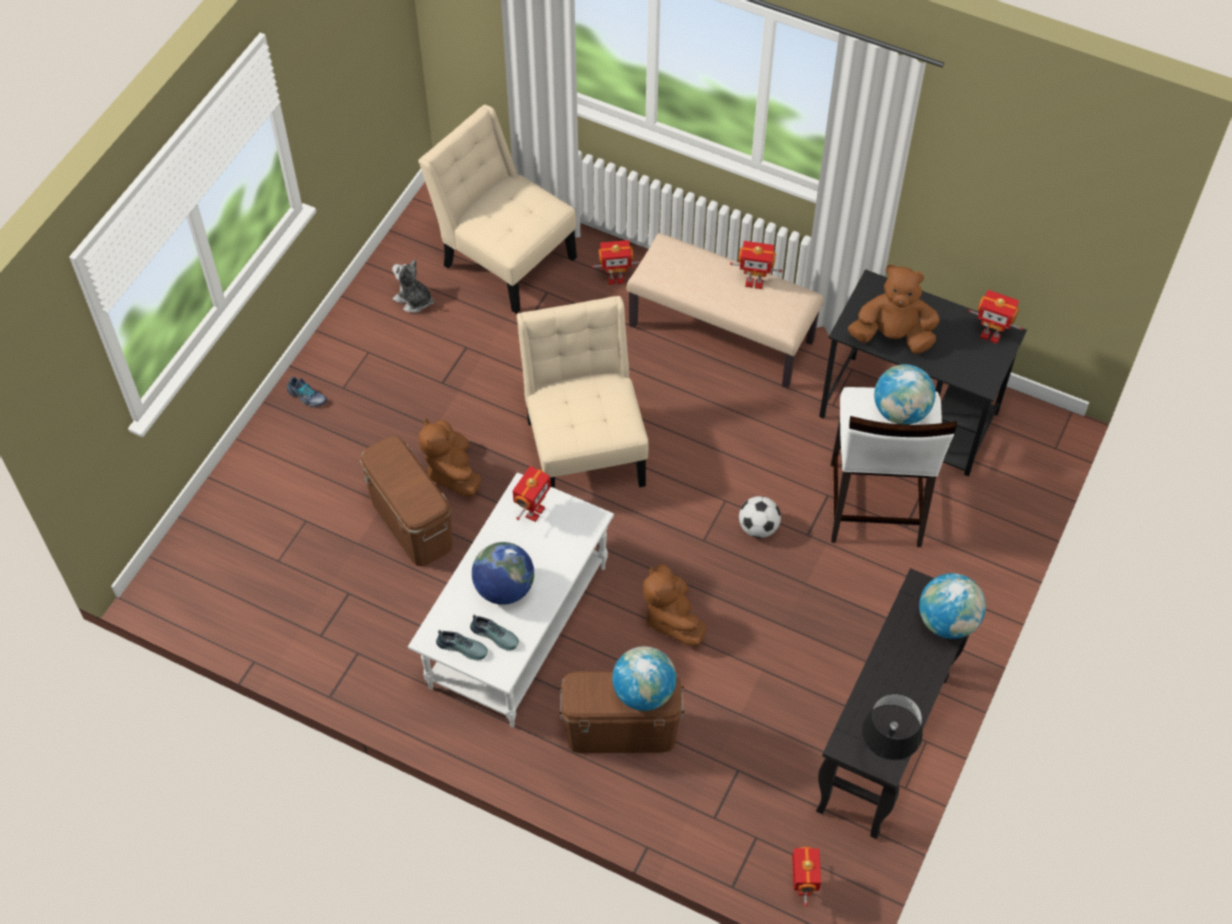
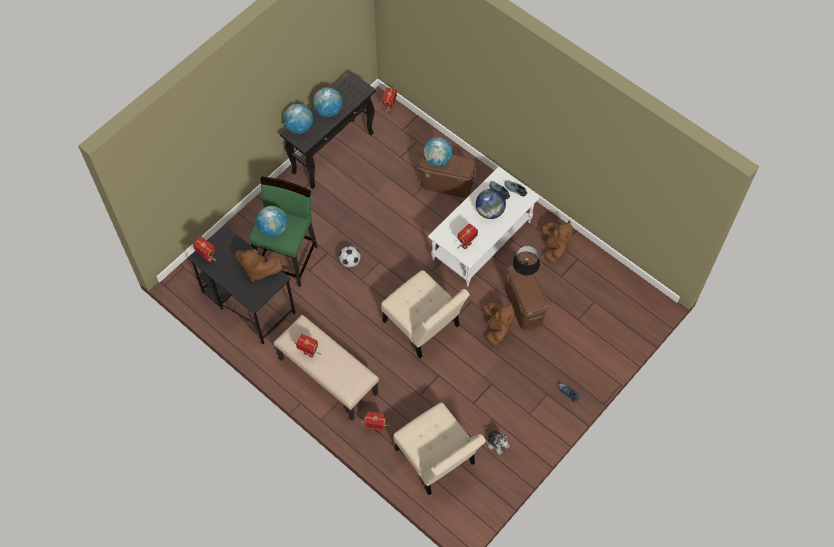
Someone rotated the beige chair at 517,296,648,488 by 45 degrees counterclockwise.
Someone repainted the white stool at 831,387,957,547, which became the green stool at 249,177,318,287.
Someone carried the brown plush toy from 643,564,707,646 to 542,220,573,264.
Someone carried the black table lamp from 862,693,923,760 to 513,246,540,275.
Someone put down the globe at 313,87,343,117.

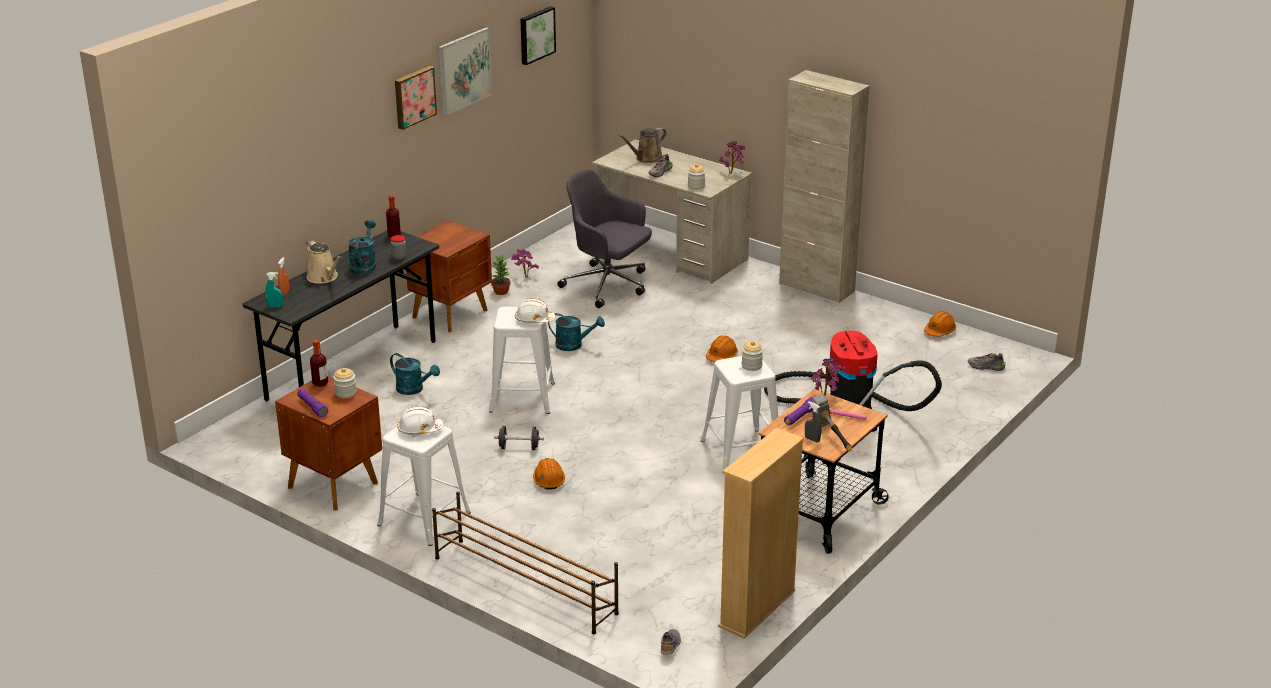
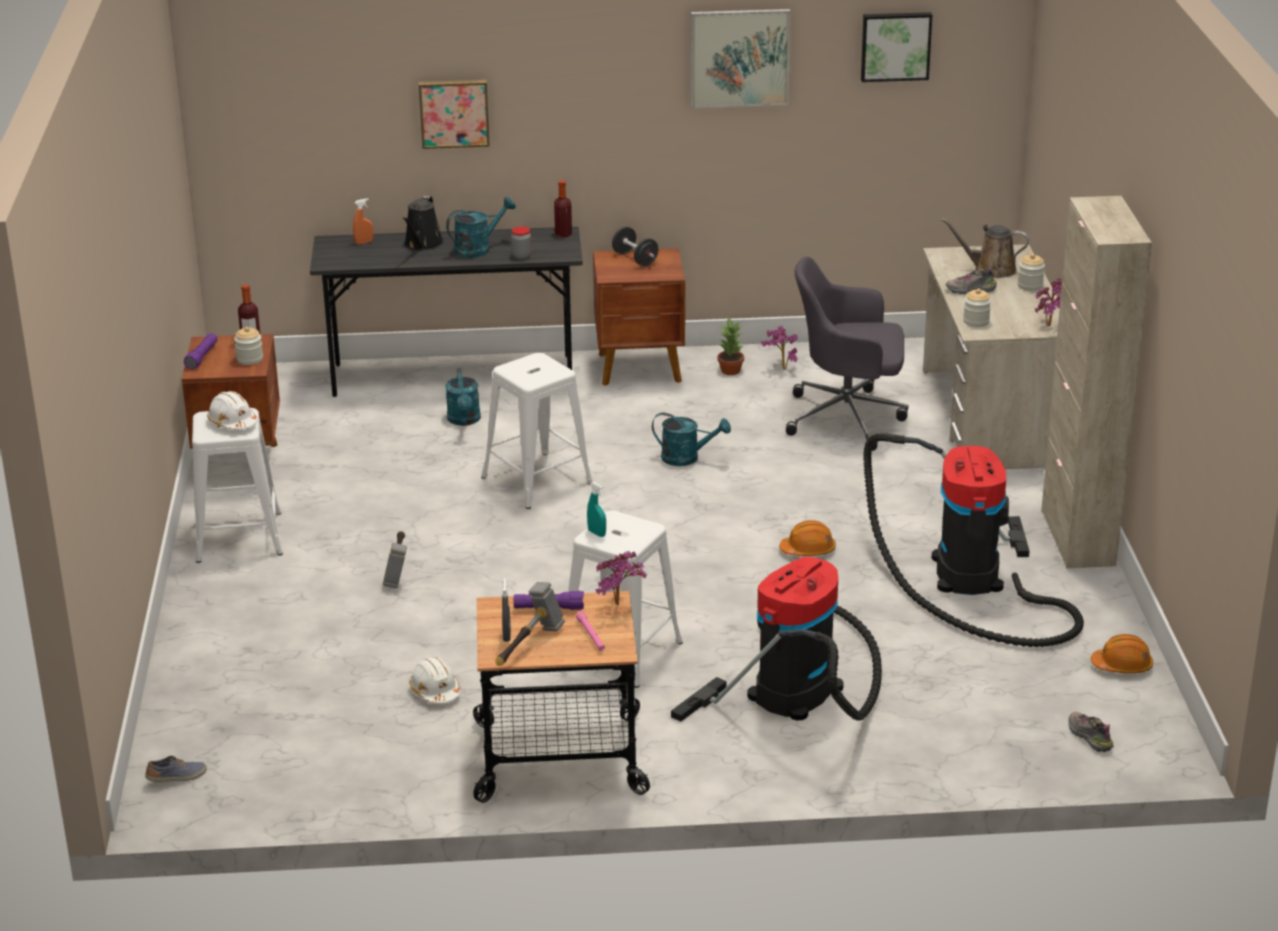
Someone carried the picture from 395,66,437,130 to 419,80,490,149.
Someone rotated the grey office chair at 557,169,652,308 by 75 degrees counterclockwise.
Someone repainted the beige watering can at 306,240,341,284, which became the black watering can at 403,196,444,250.
Someone carried the turquoise spray bottle from 265,272,283,307 to 587,482,606,537.
Someone carried the white hard hat from 515,298,555,323 to 409,657,461,704.
Someone rotated the turquoise watering can at 548,313,605,351 by 45 degrees counterclockwise.
Someone carried the jar from 742,341,763,371 to 1017,254,1045,291.
Someone carried the black dumbbell from 494,426,544,450 to 612,227,658,266.
Someone took away the beige bookcase at 718,428,804,639.
Someone swapped the orange hard hat at 533,458,565,490 for the hammer at 383,531,407,588.
Someone took away the brown shoe rack at 432,492,619,634.
Someone put down the vacuum cleaner at 863,433,1084,647.

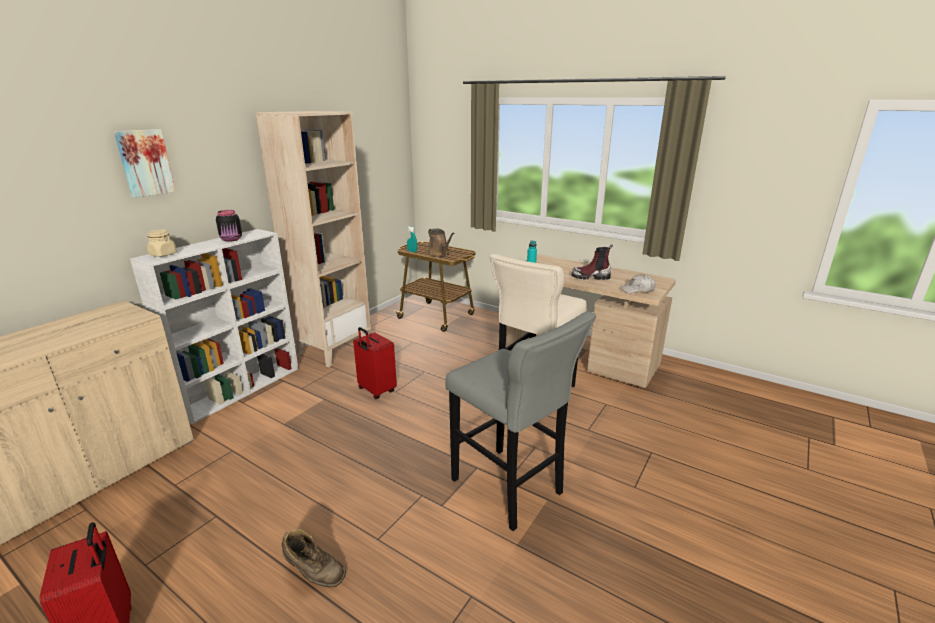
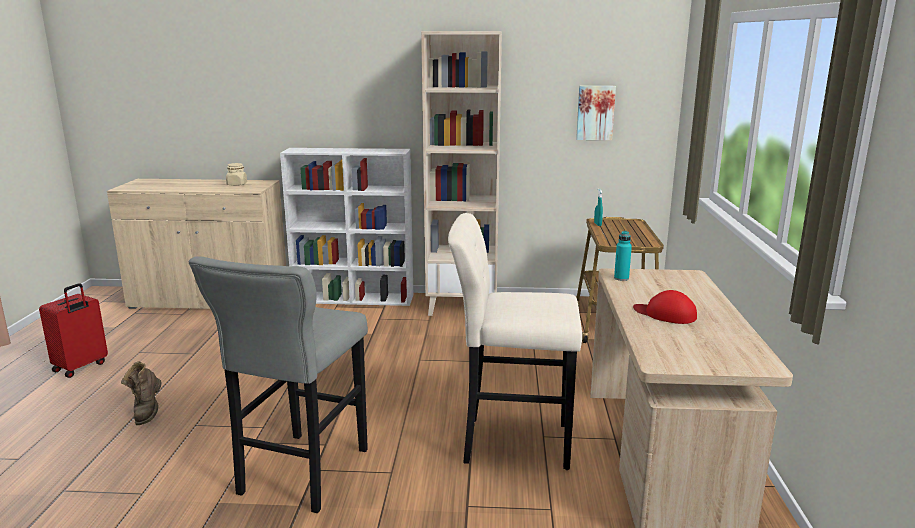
Someone carried the picture from 114,129,176,198 to 576,85,616,140.
Someone took away the black jar at 216,210,242,242.
Someone took away the brown watering can at 428,228,454,257.
Someone carried the beige jar from 147,230,177,257 to 226,163,247,186.
Someone swapped the boot at 571,244,613,280 for the red cap at 633,290,697,324.
Someone took away the white cap at 621,274,656,293.
Someone took away the red suitcase at 353,327,397,399.

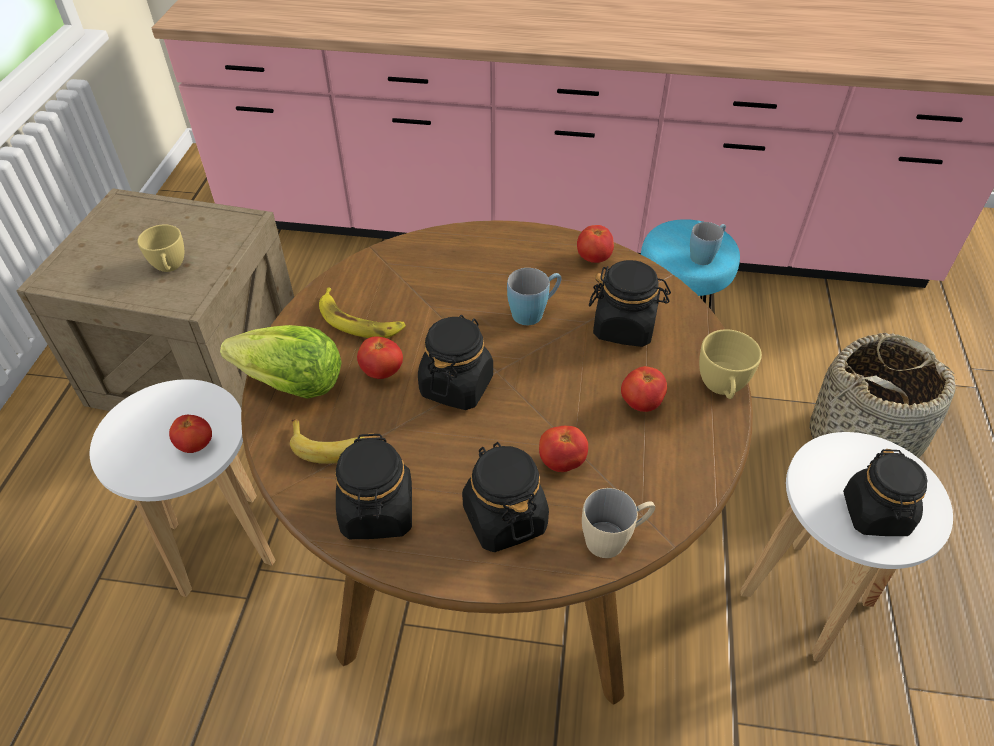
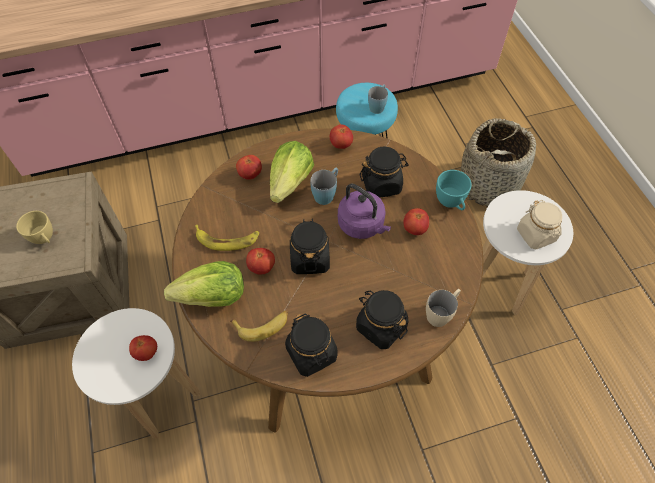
Someone repainted the yellow cup at 699,329,762,399, which became the turquoise cup at 436,170,472,210.
Someone carried the tomato from 539,426,588,472 to 236,155,262,180.
Someone repainted the black jar at 843,449,928,536, which became the beige jar at 517,200,562,249.
Someone put down the lettuce at 270,141,314,203.
Someone put down the purple kettle at 338,184,391,239.

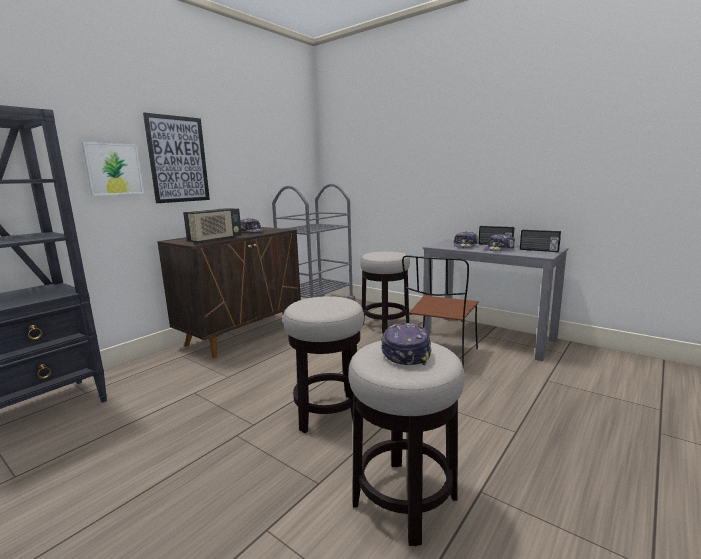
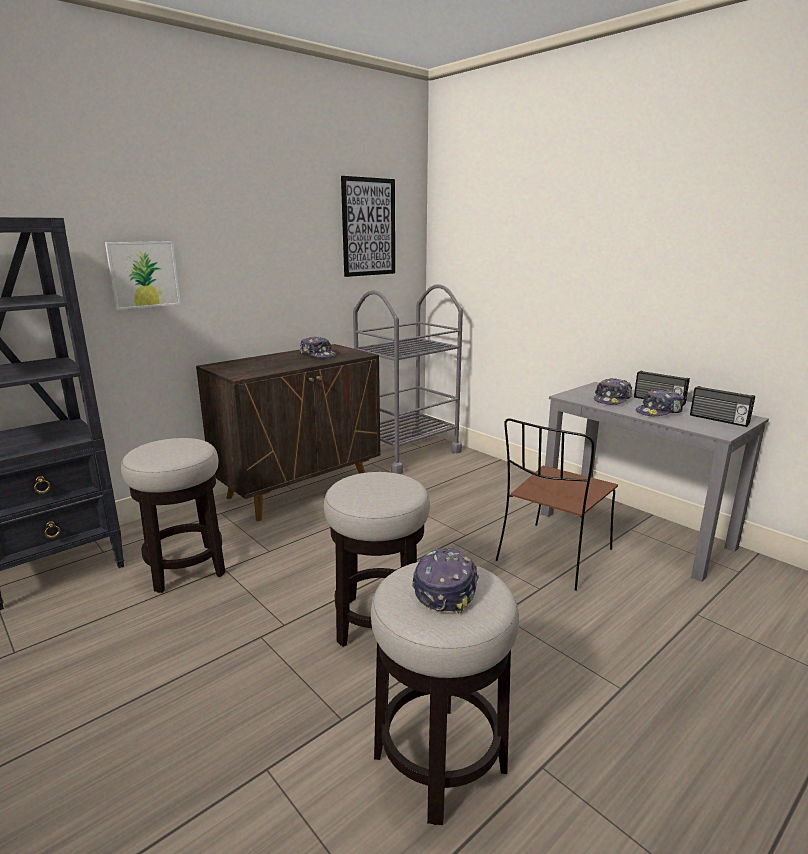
Someone carried the picture from 143,113,210,203 to 341,176,395,277.
Someone took away the radio at 183,208,242,243.
Someone carried the stool from 360,251,410,334 to 121,438,225,593.

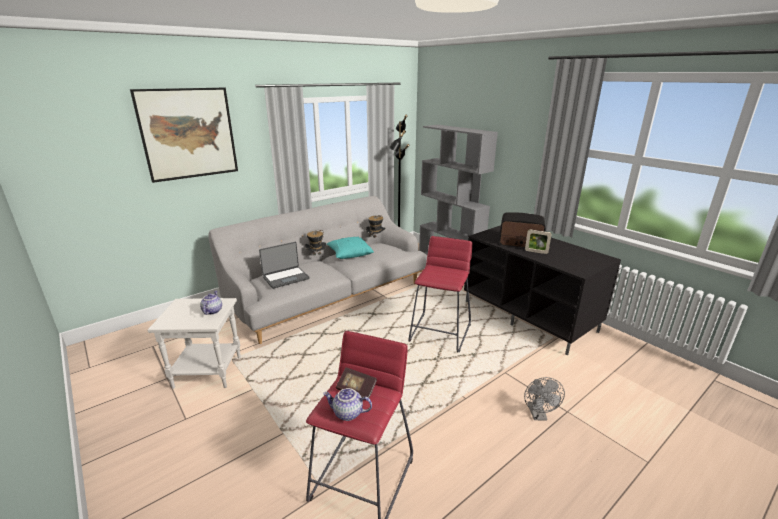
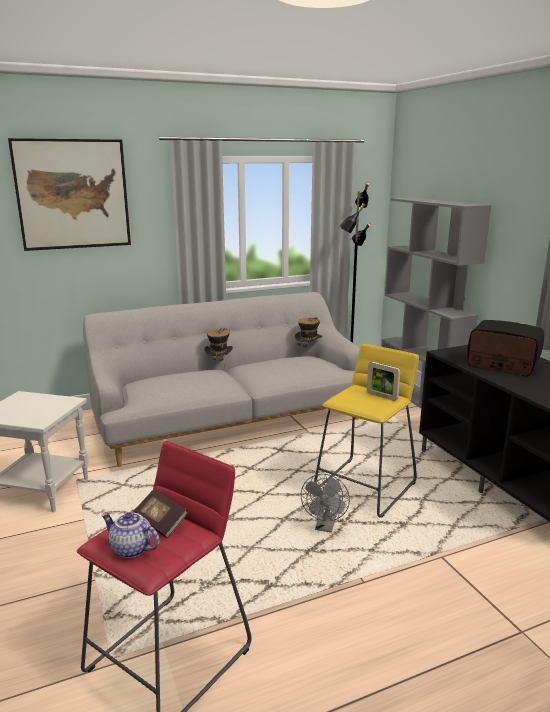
Someone carried the picture frame from 525,229,552,254 to 367,362,400,401.
Someone repainted the red stool at 408,236,473,352, which became the yellow stool at 314,344,419,518.
Someone took away the turquoise pillow at 327,237,374,259.
Someone took away the laptop at 259,242,309,289.
Someone took away the teapot at 200,291,222,315.
Someone carried the grey fan from 524,377,565,420 to 301,474,350,533.

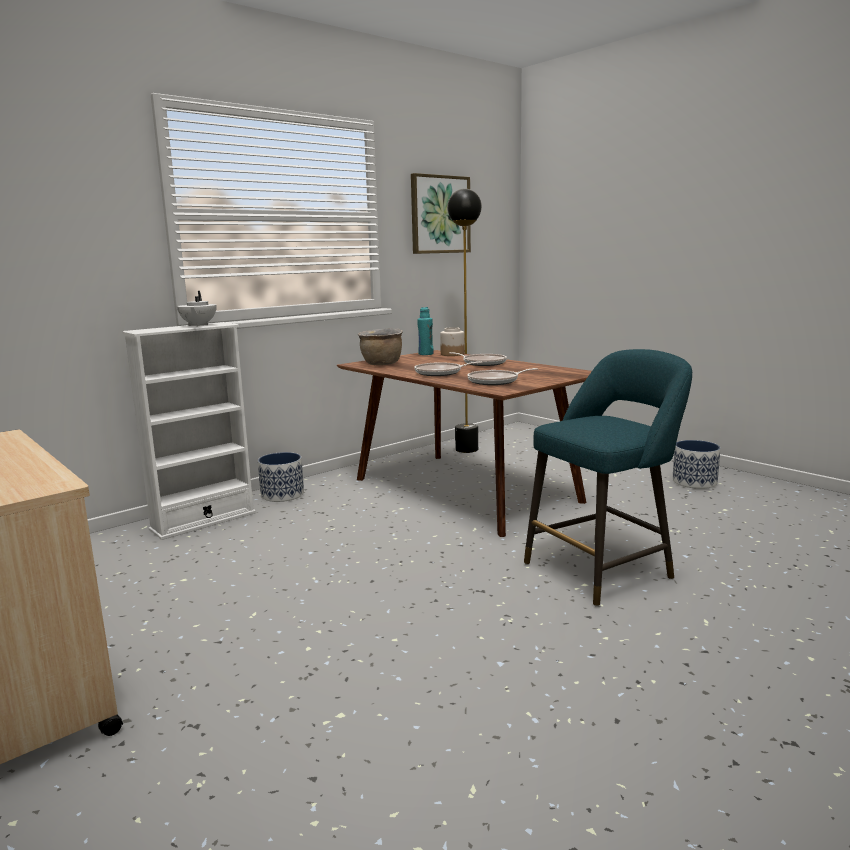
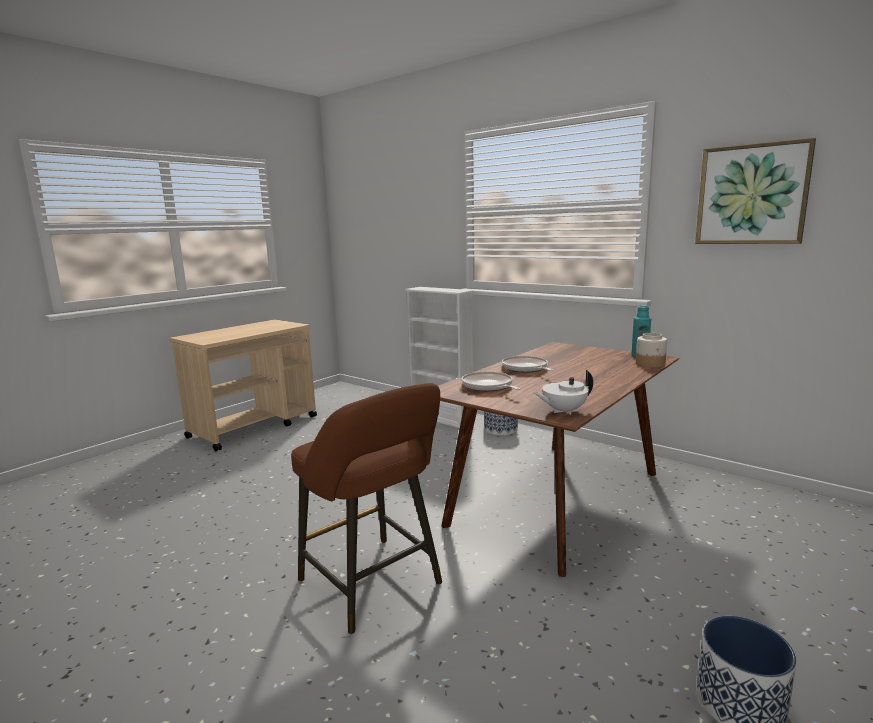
Someone took away the black floor lamp at 447,189,482,453.
Someone carried the white teapot from 177,291,217,327 to 534,370,593,415.
Someone took away the brown cooking pot at 358,329,403,365.
Someone repainted the turquoise stool at 524,349,692,606, which became the brown stool at 291,383,442,635.
Someone took away the frying pan at 449,352,507,366.

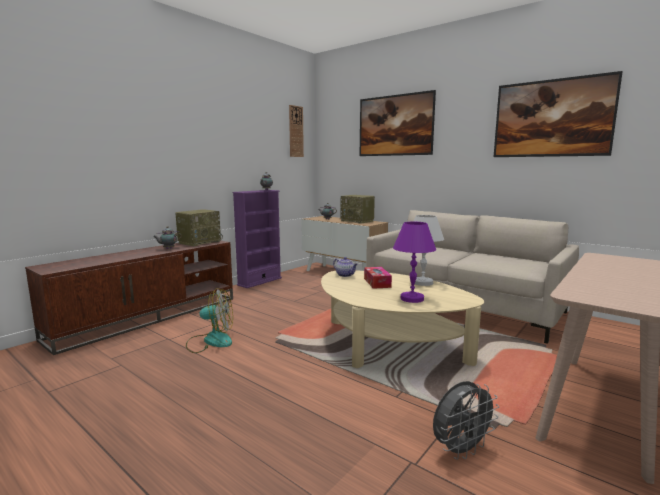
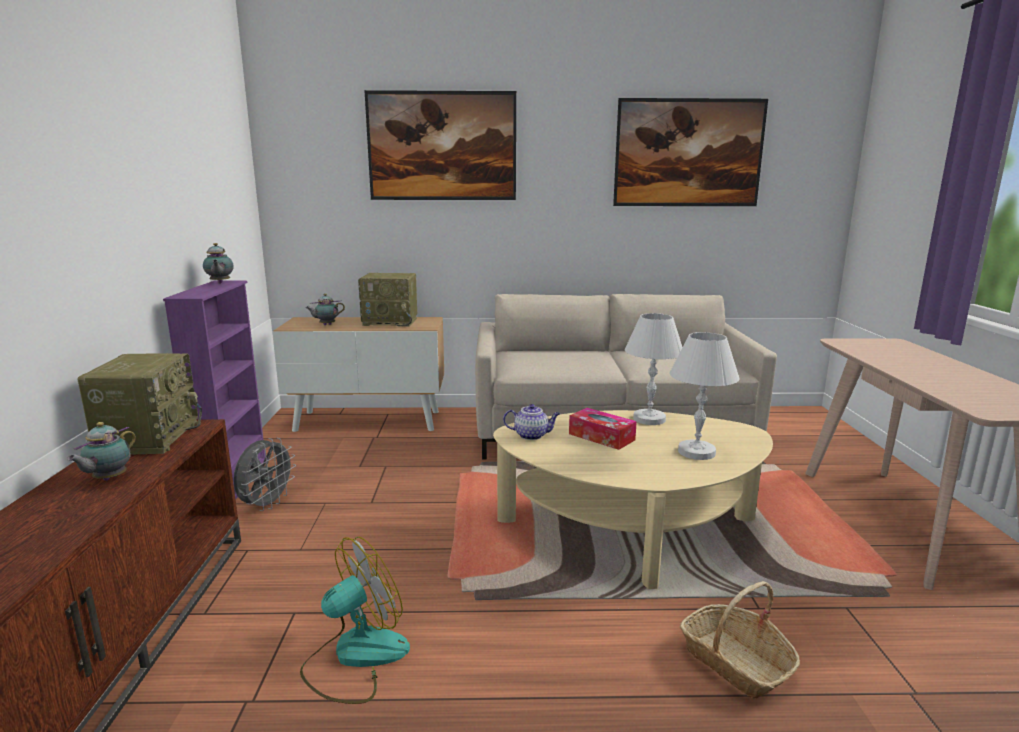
Someone took away the wall clock at 289,105,304,157.
Someone repainted the purple table lamp at 393,222,436,303, which became the white table lamp at 669,332,740,460.
Someone carried the grey fan from 433,381,499,460 to 233,438,296,511.
Someone put down the basket at 680,581,800,699.

